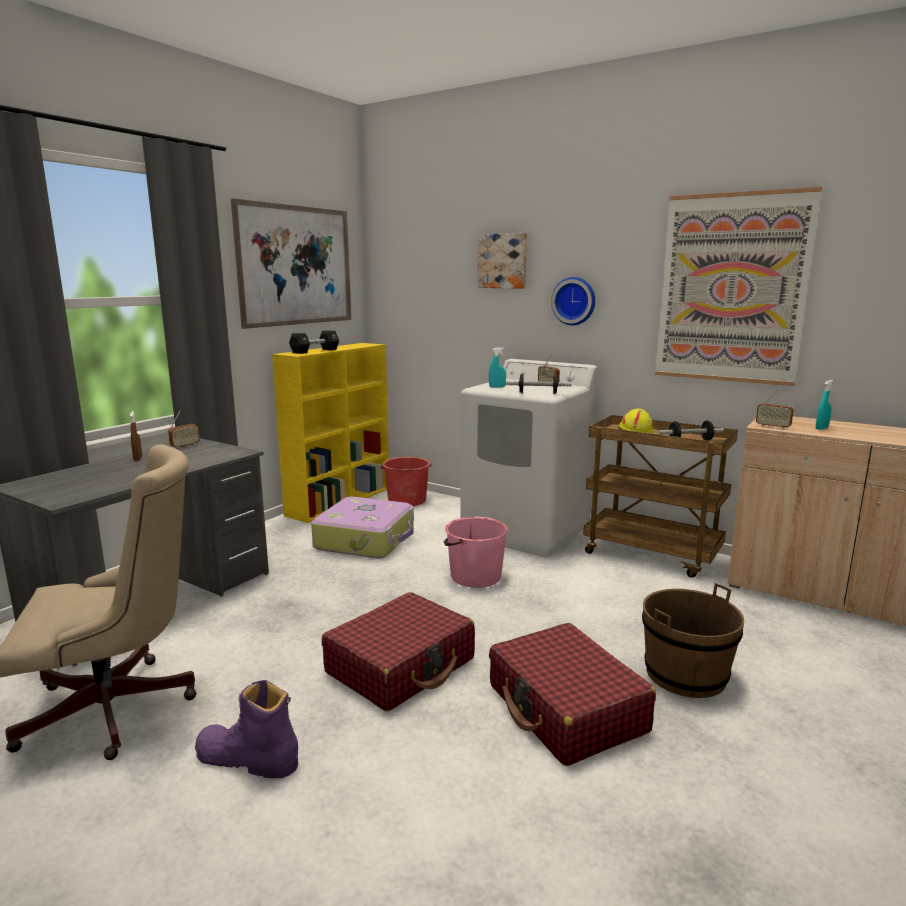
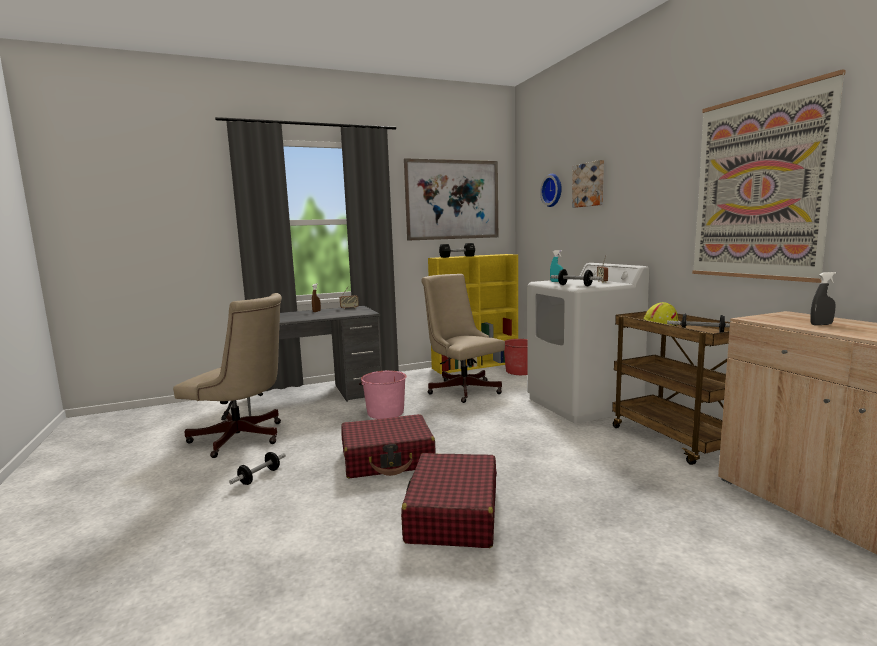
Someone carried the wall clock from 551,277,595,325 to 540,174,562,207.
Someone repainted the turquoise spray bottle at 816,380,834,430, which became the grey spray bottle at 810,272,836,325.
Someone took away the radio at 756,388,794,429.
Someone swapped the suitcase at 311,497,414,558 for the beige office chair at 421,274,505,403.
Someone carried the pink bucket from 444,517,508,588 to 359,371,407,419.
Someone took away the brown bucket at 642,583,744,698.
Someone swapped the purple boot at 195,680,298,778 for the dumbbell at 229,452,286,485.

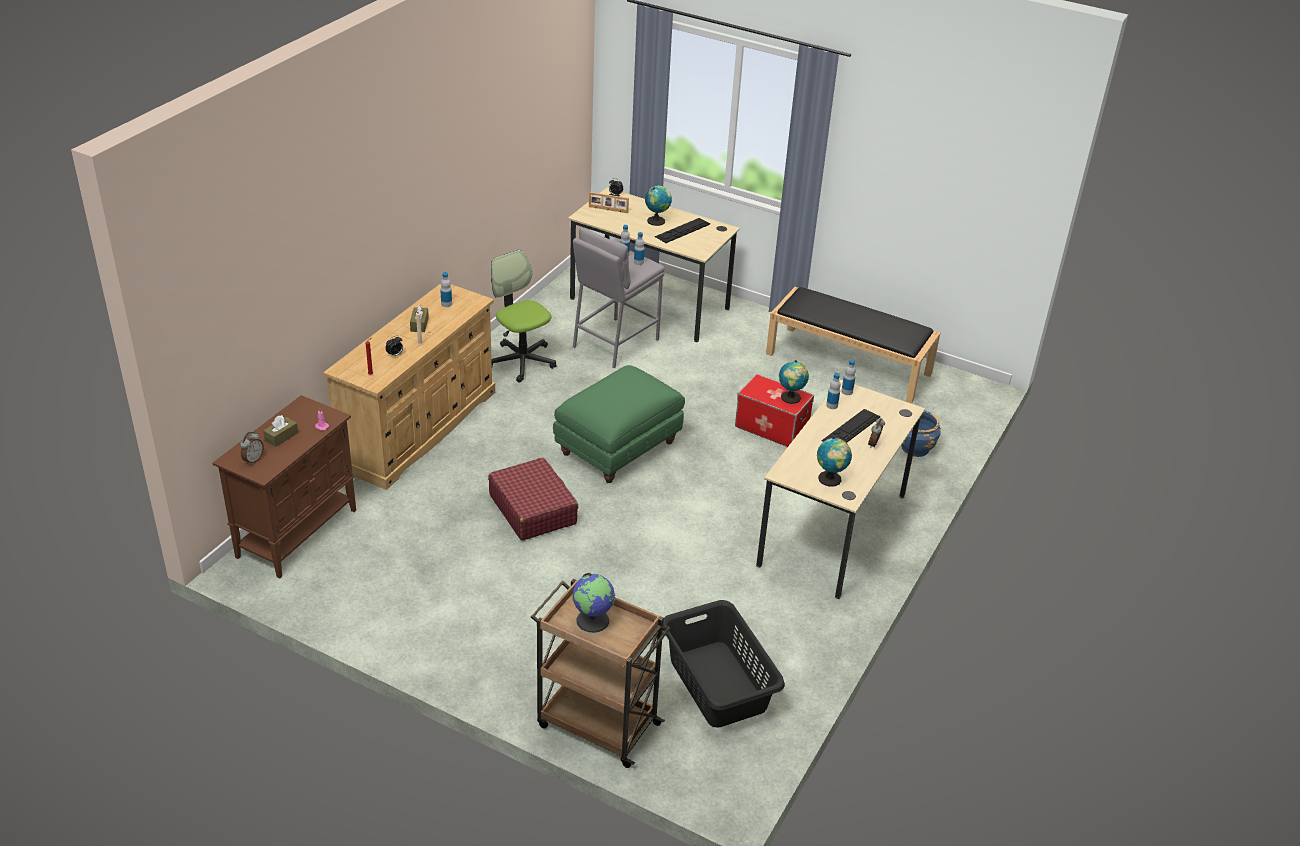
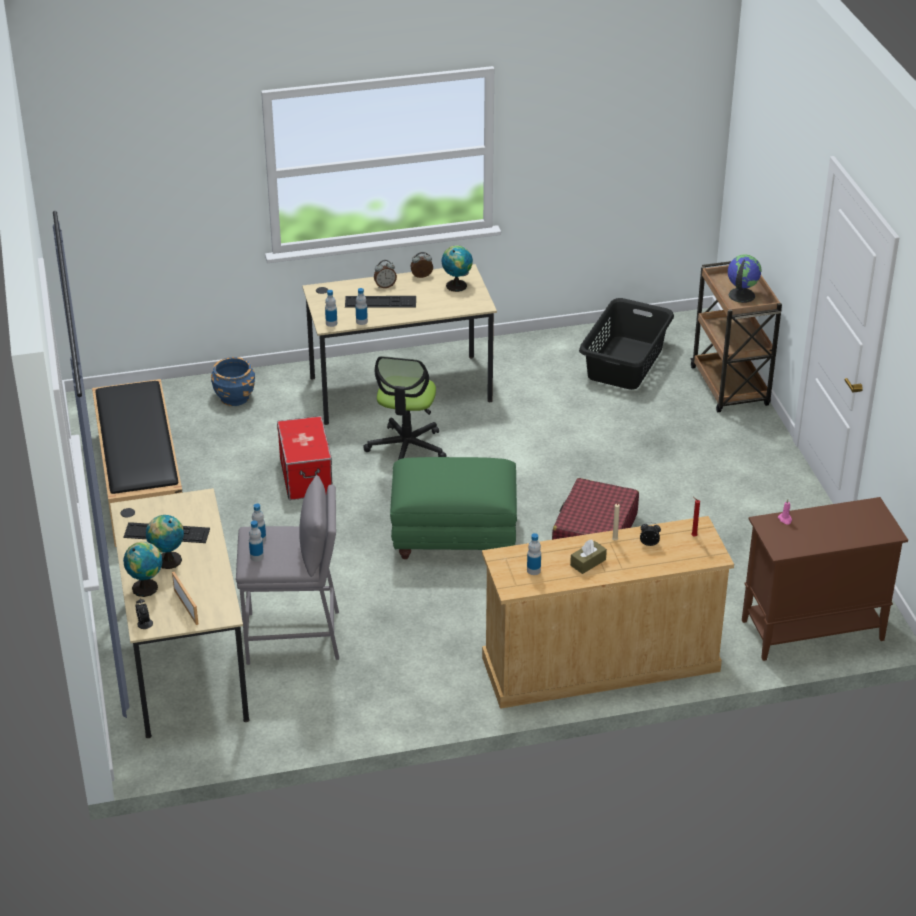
Someone carried the office chair from 491,250,557,382 to 363,356,447,460.
Someone carried the globe from 779,360,809,404 to 123,542,163,597.
Someone took away the brown tissue box at 263,415,298,447.
Someone carried the alarm clock from 240,432,264,465 to 410,252,433,278.

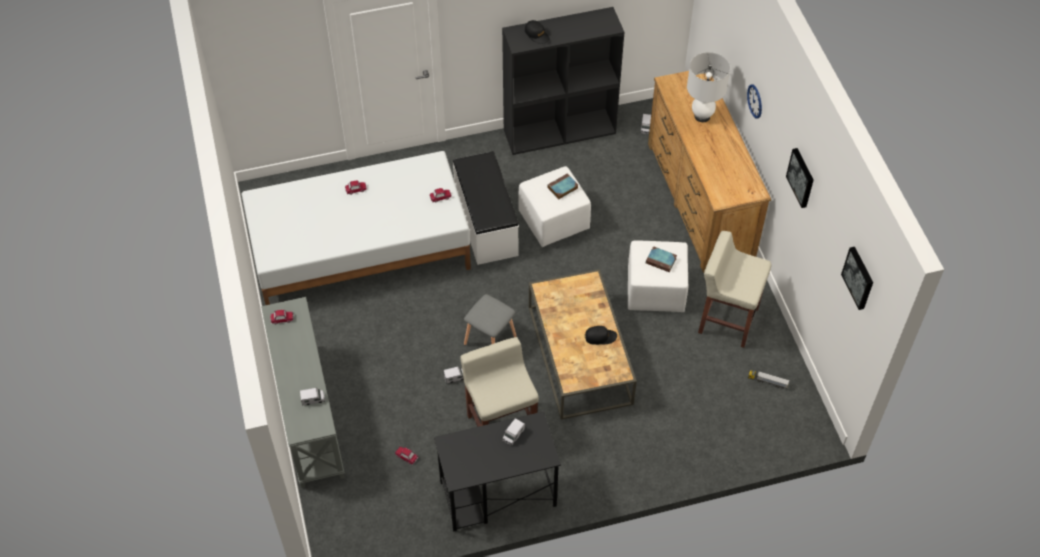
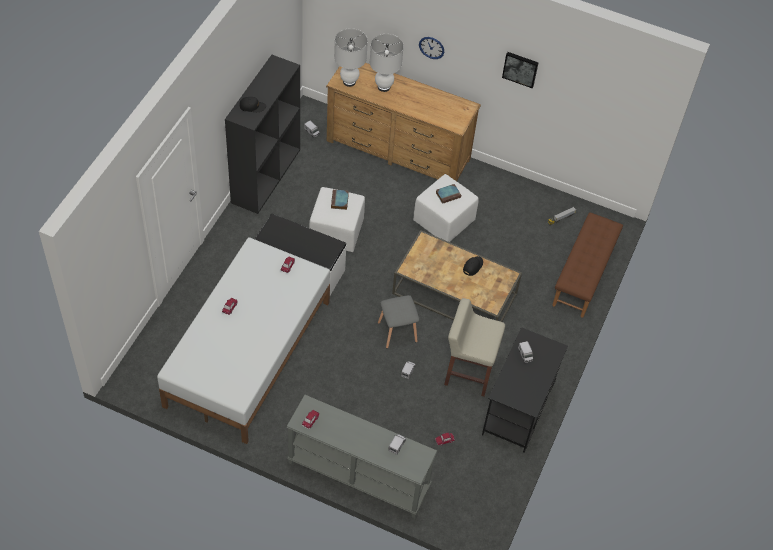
Someone took away the beige stool at 698,231,772,348.
Someone took away the picture at 841,247,873,310.
Someone put down the white table lamp at 334,28,368,87.
Someone put down the brown bench at 552,212,623,318.

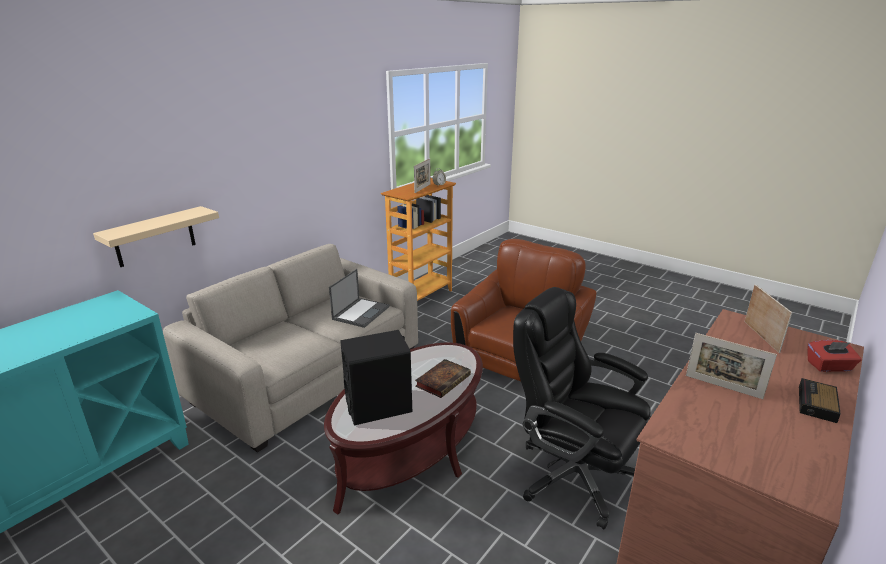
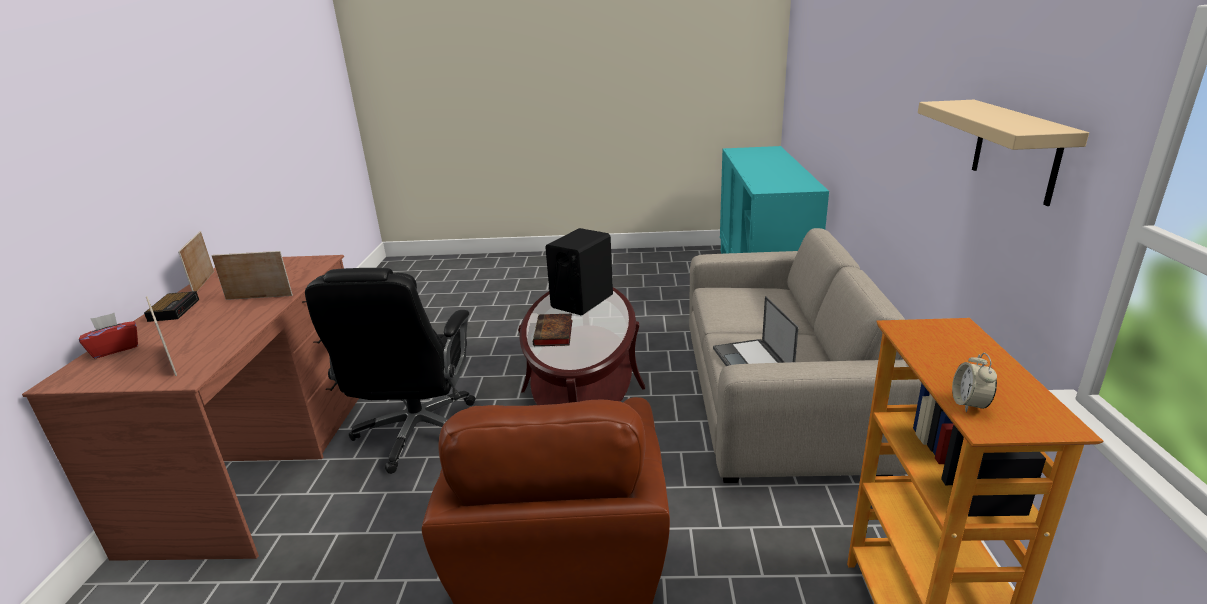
Someone carried the picture frame from 414,158,431,193 to 178,231,214,291.
Someone carried the beige shelf from 93,206,219,267 to 918,100,1089,206.
Someone rotated the black office chair at 513,287,651,530 by 90 degrees clockwise.

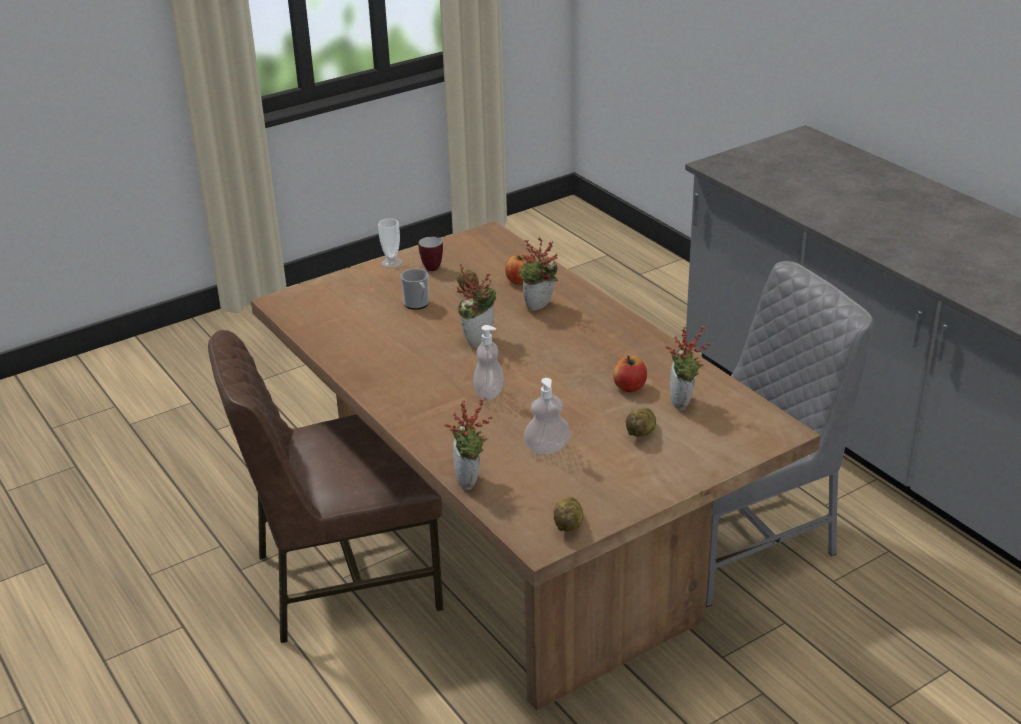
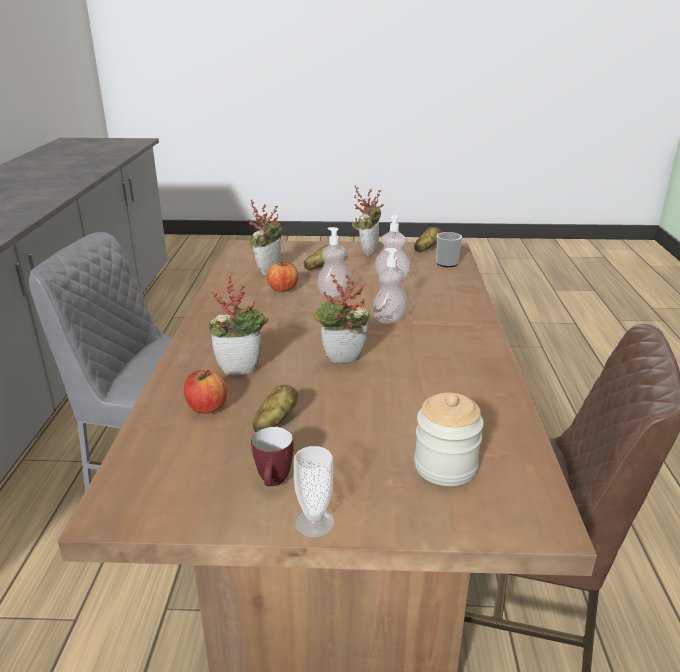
Someone carried the mug from 400,269,429,310 to 436,232,462,267.
Someone carried the potted plant from 444,397,492,490 to 352,186,384,256.
Someone put down the soap dispenser at 317,227,351,297.
Someone put down the jar at 414,393,484,486.

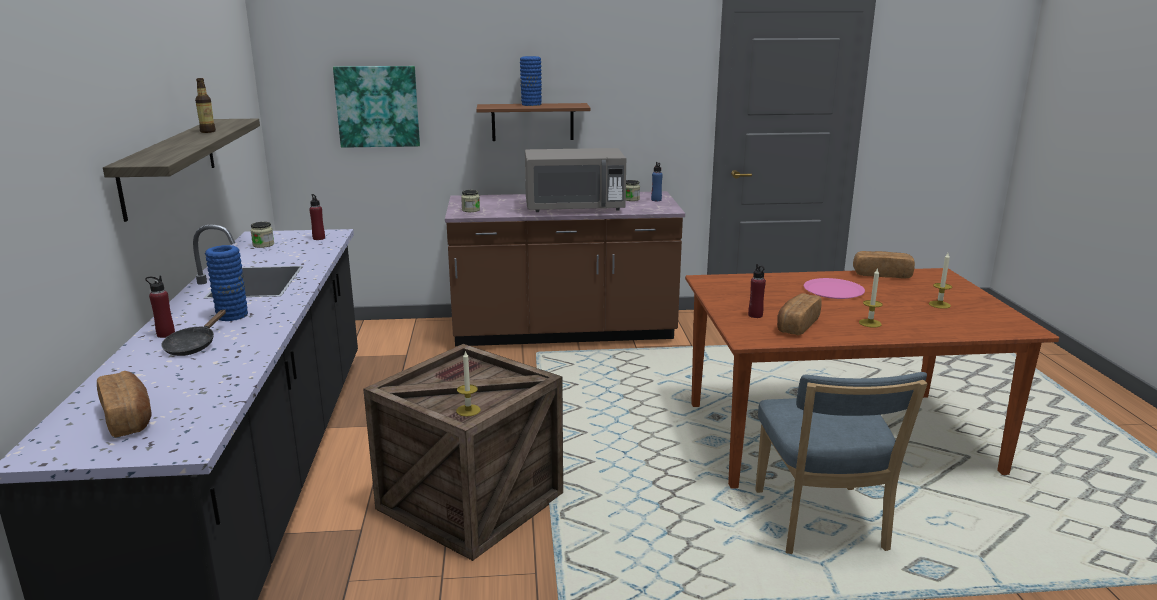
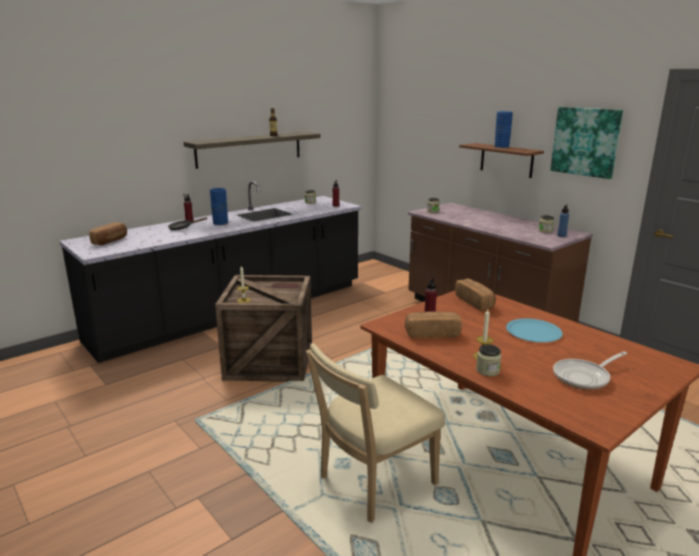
Someone carried the picture from 333,66,420,148 to 550,107,623,179.
Someone took away the grey microwave at 525,148,626,212.
Someone carried the bread from 853,251,915,279 to 455,279,496,310.
Someone swapped the candle at 929,253,952,309 for the frying pan at 553,351,627,390.
Someone repainted the pink plate at 804,278,865,299, which became the blue plate at 506,318,563,342.
Someone repainted the blue chair at 755,372,928,554, which became the beige chair at 306,343,445,523.
Someone put down the jar at 476,344,501,376.

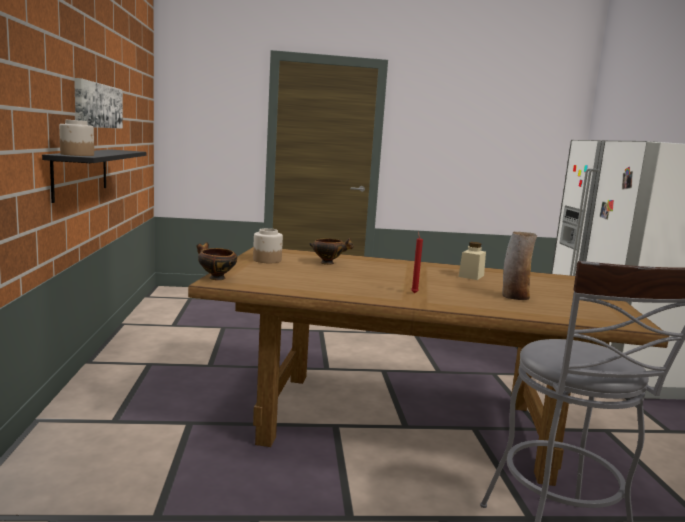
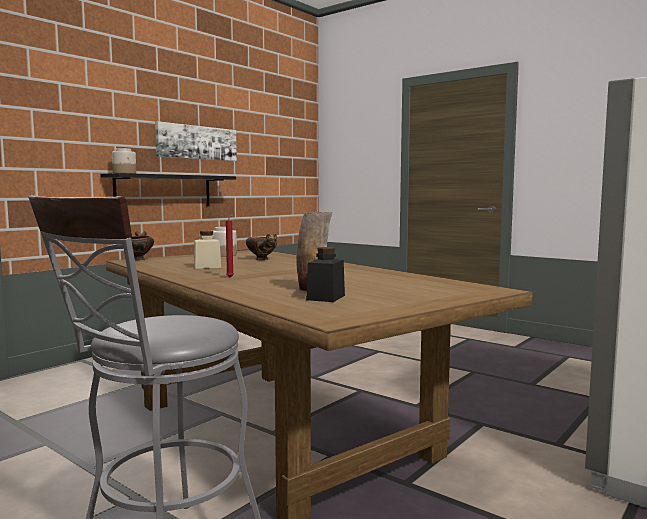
Someone carried the beige jar from 459,242,486,280 to 194,231,221,269.
Someone put down the black jar at 306,247,345,302.

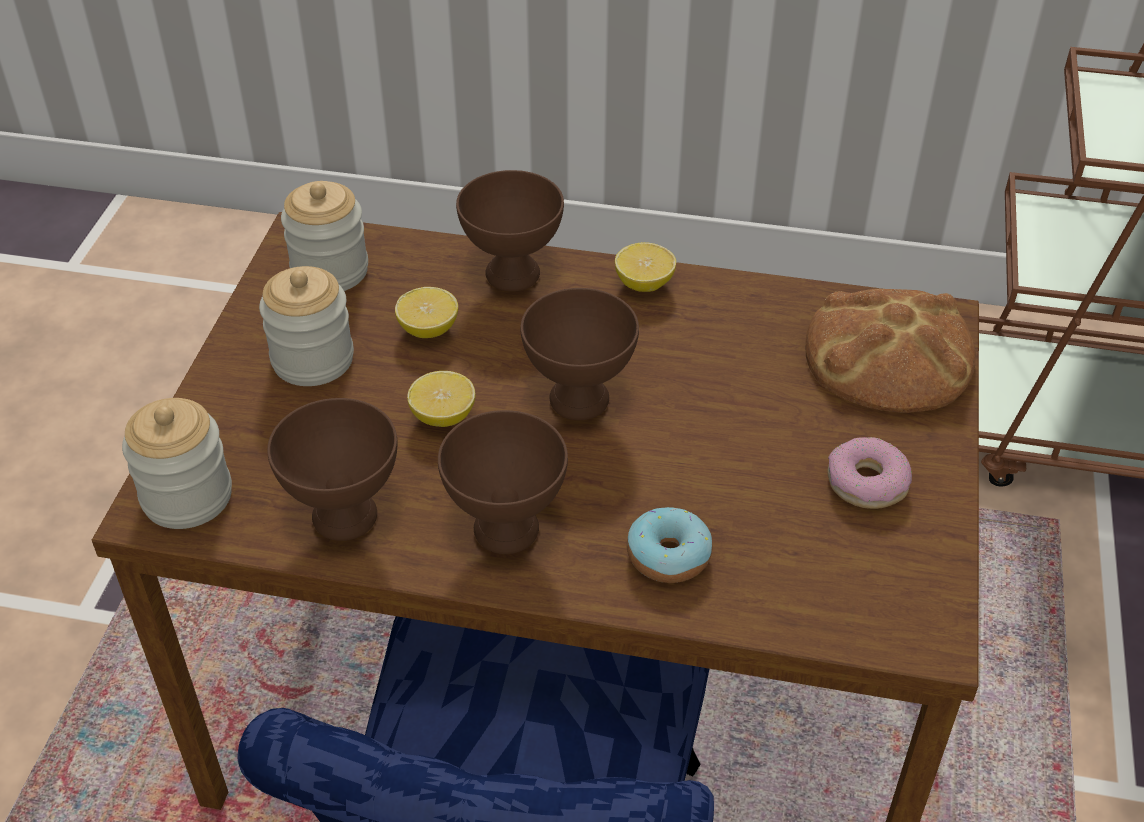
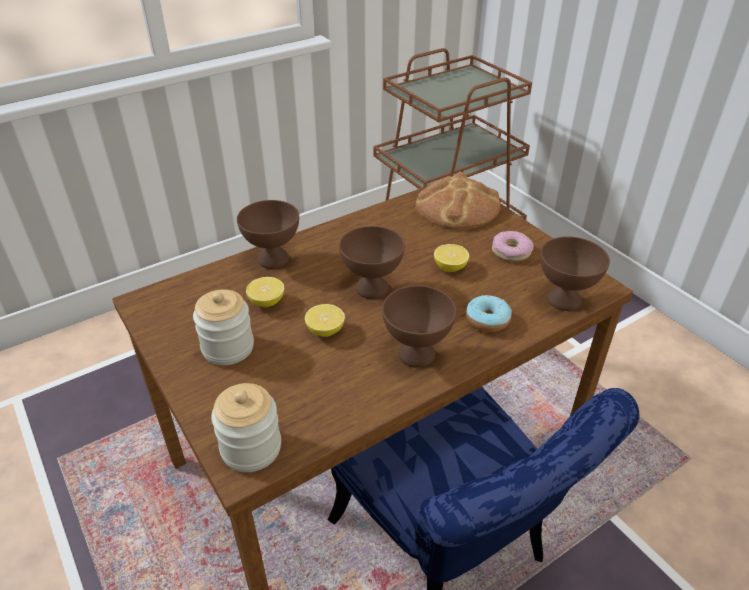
Someone took away the jar at 281,181,368,291.
Someone carried the lemon from 615,242,676,292 to 434,244,469,272.
Someone carried the brown bowl from 267,398,397,541 to 540,237,610,311.

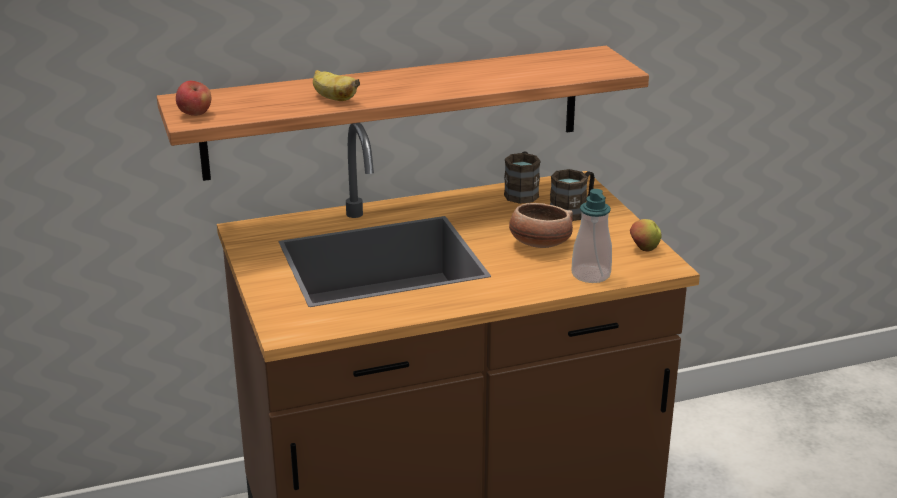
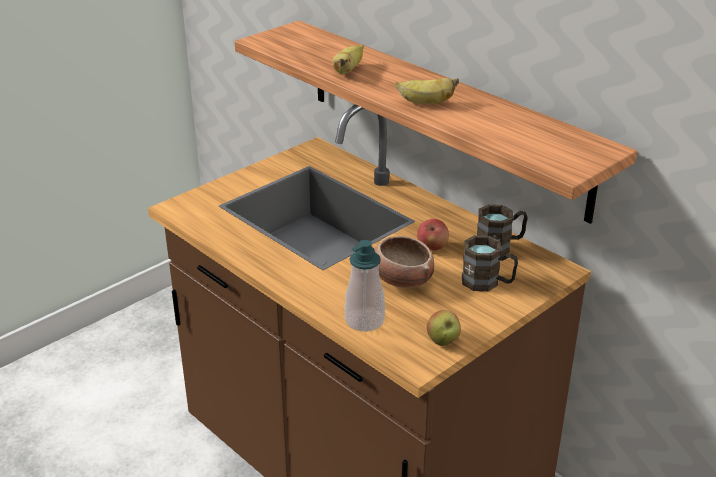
Someone carried the apple from 176,81,211,116 to 417,219,449,251.
Someone put down the banana at 396,78,459,104.

